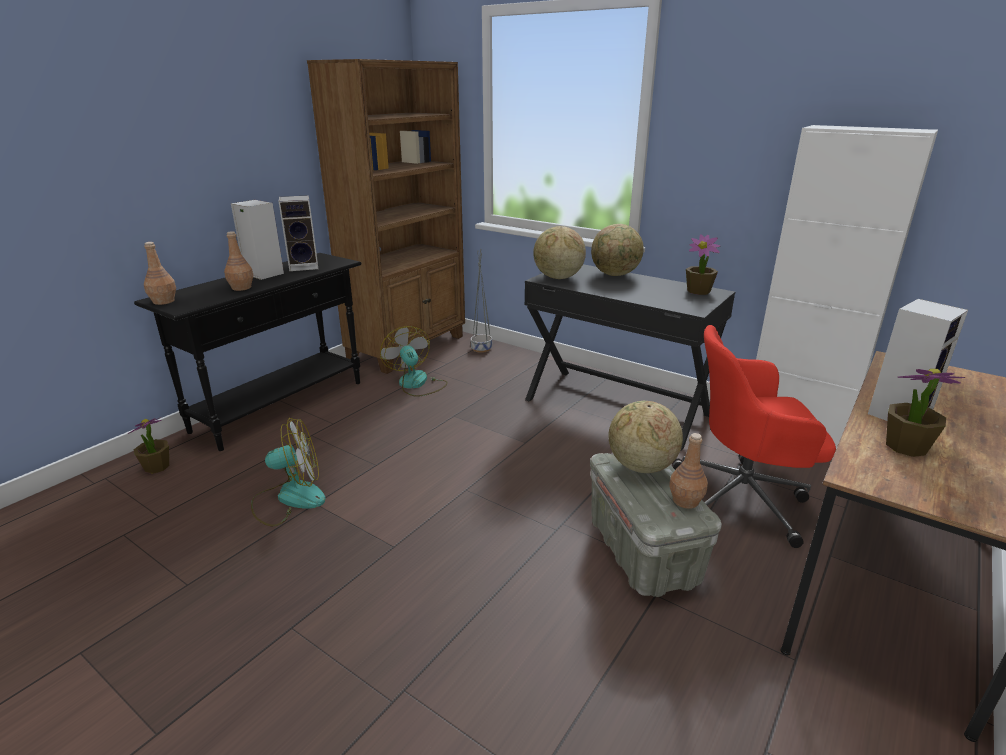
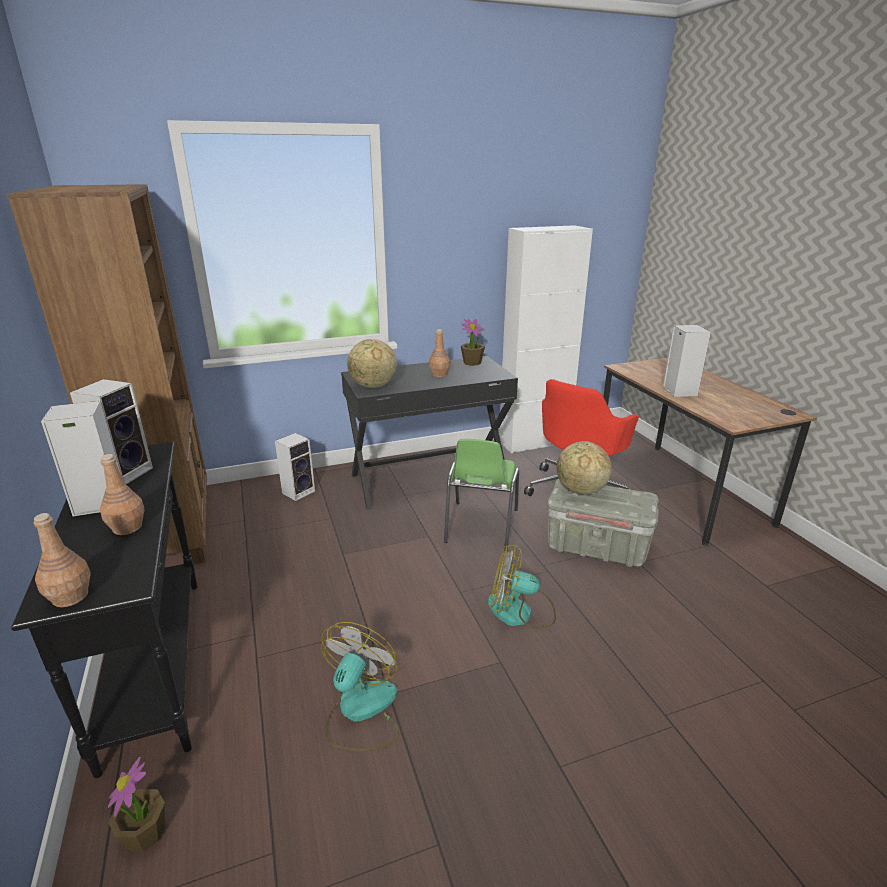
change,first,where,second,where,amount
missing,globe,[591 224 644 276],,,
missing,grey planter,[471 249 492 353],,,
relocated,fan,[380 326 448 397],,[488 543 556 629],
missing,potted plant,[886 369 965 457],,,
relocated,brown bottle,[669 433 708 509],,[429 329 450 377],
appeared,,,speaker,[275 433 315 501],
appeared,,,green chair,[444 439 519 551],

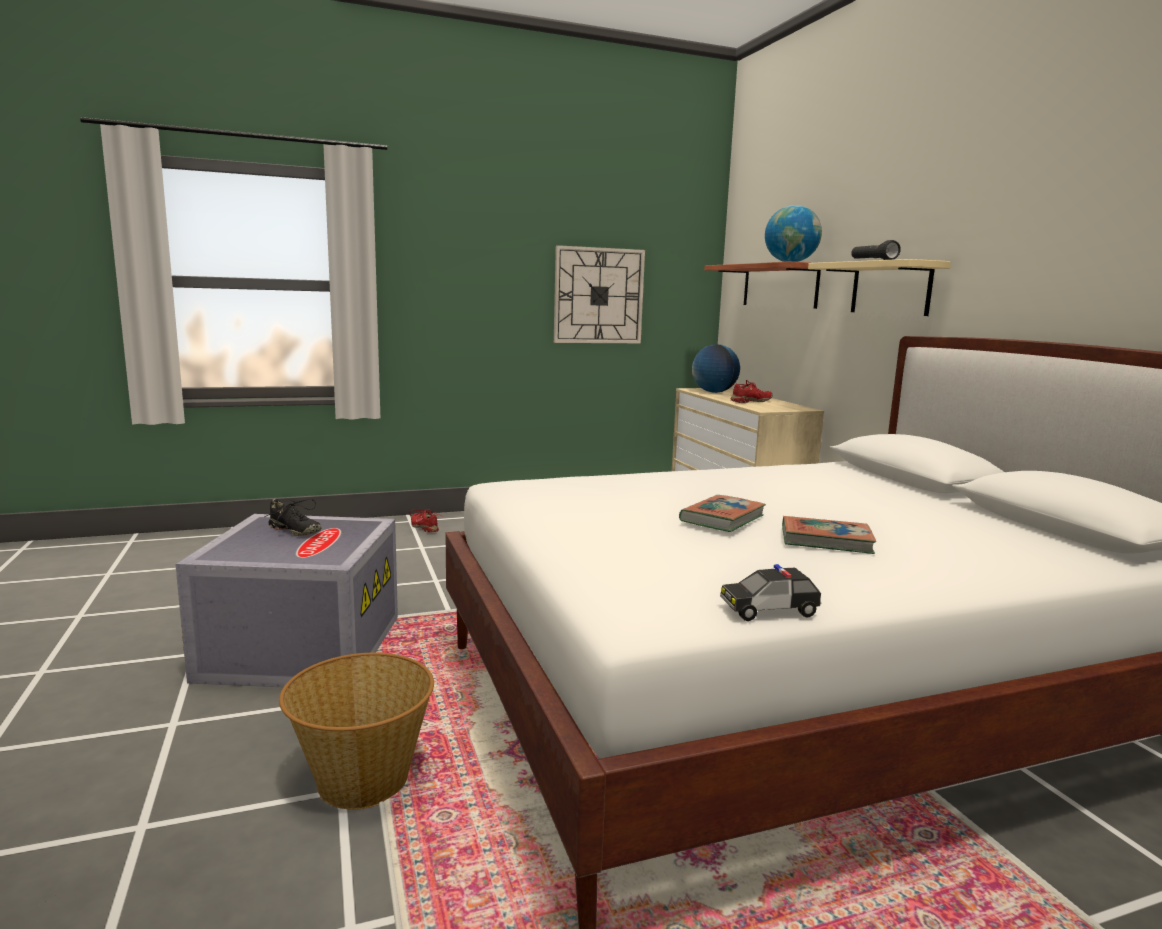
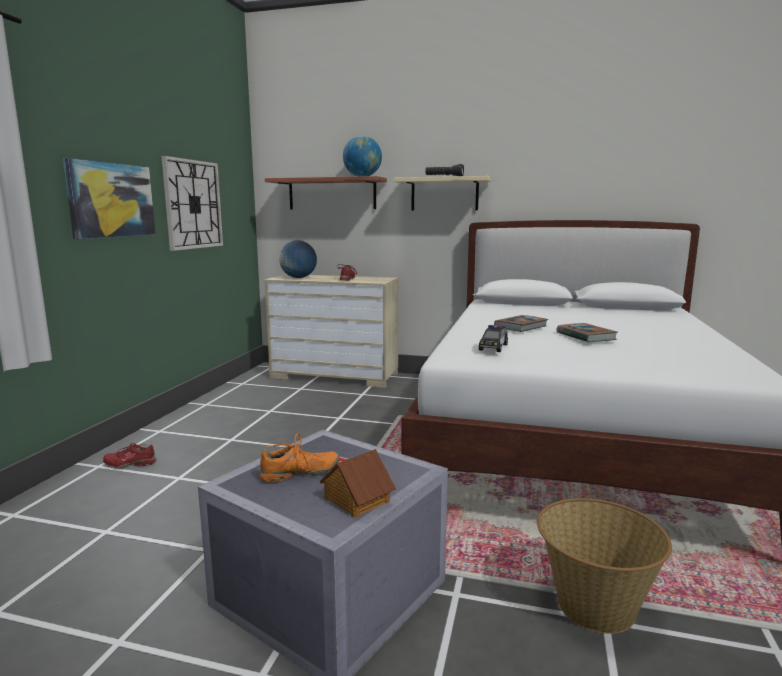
change,first,where,second,where,amount
colour,black shoe,[264 499 321 536],orange shoe,[258 434 340 483],
relocated,book,[782 516 876 554],,[494 315 548 332],
relocated,toy car,[720 564 822 621],,[479 325 508 352],
appeared,,,picture,[63 158 156 239],
appeared,,,toy house,[320 449 396 518],

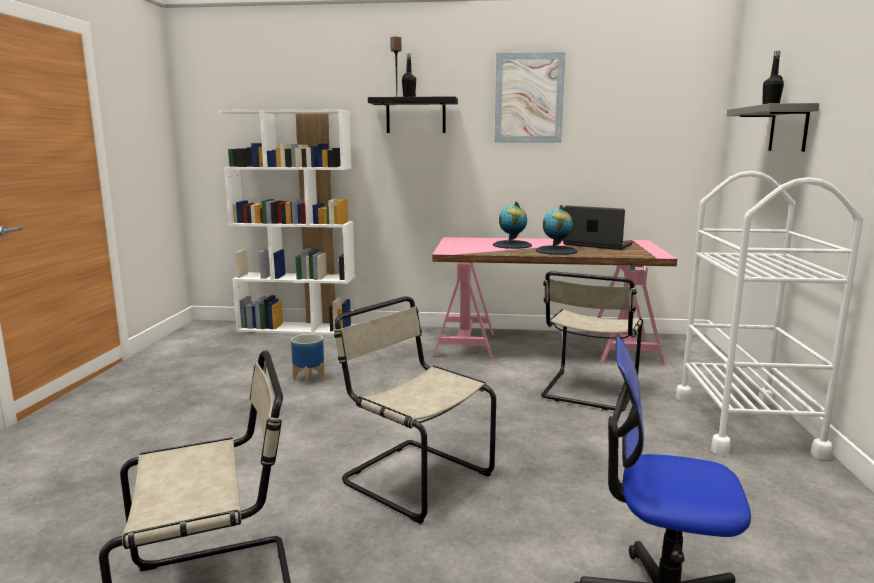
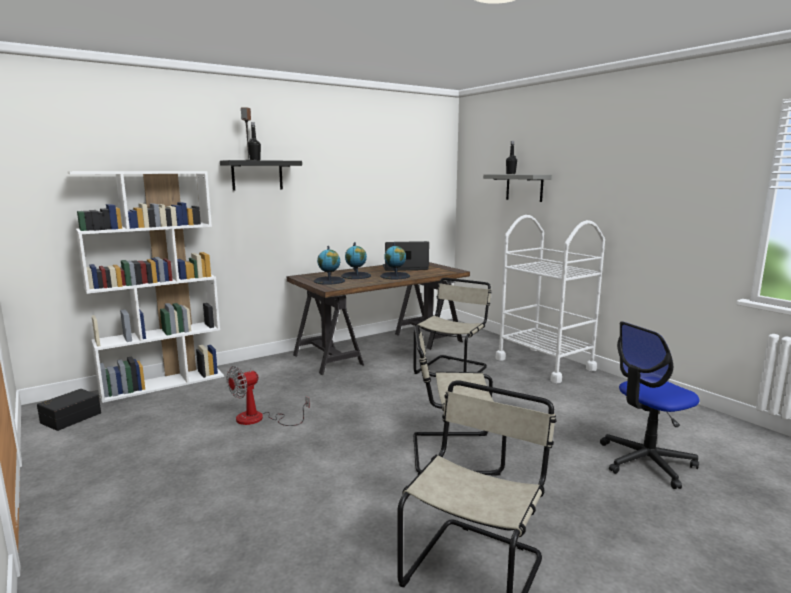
change,first,where,second,where,amount
missing,picture,[494 52 565 142],,,
colour,pink desk,[432 237 677 365],brown desk,[287 262 470 375],
spun,beige chair,[541 271 643 411],,[413 278 492 374],135 degrees counterclockwise
exchanged,planter,[291 334 325 385],fan,[226 366 310 426],
appeared,,,globe,[314 246 345 285],
appeared,,,black storage box,[37 389 101 431],

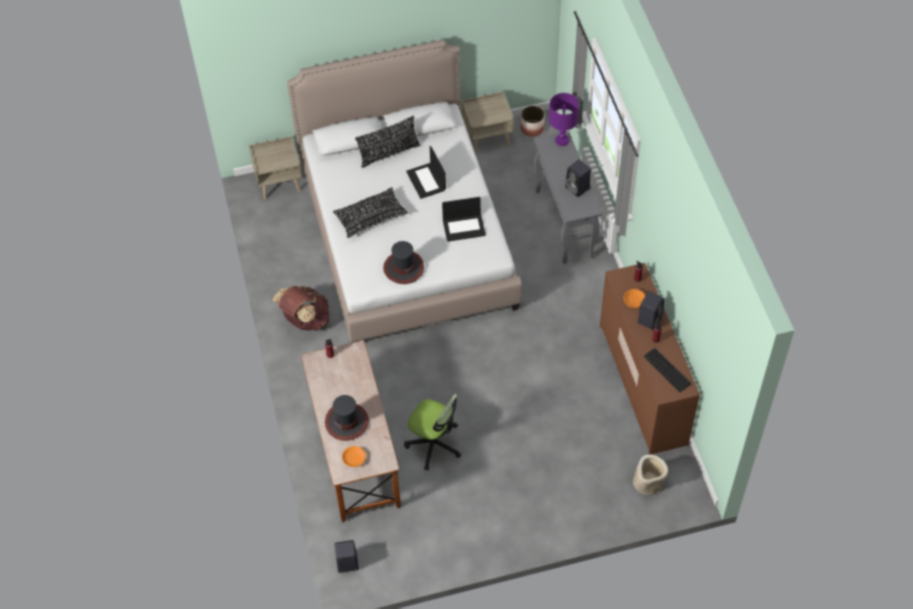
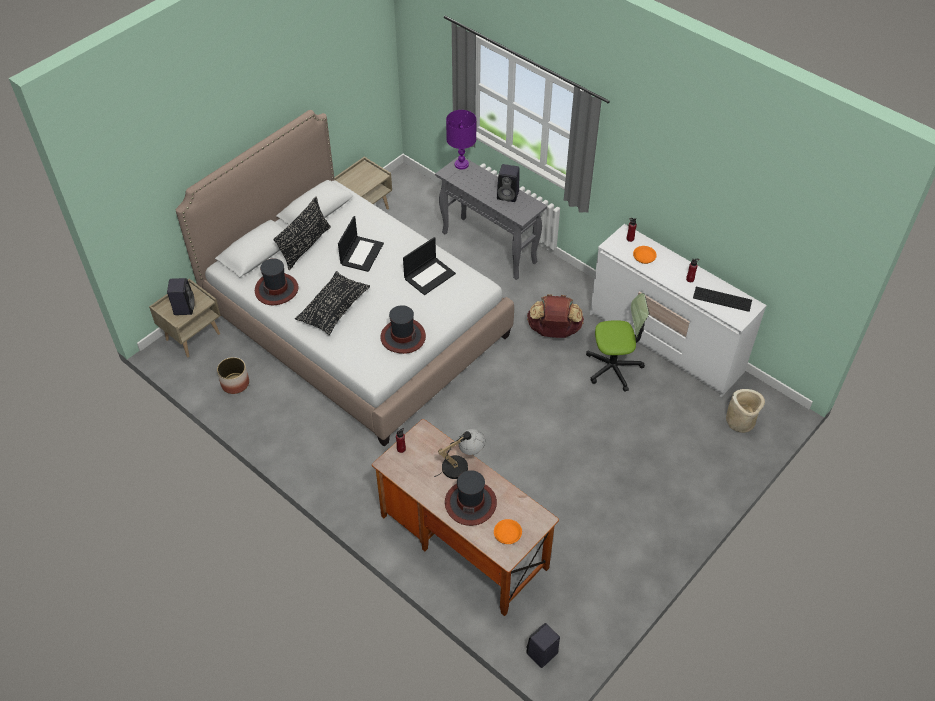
change,first,where,second,where,amount
relocated,planter,[521 106 545 137],,[217 357 249 394],
spun,laptop,[406 146 446 199],,[338 216 384 272],105 degrees counterclockwise
colour,brown dresser,[600 263 700 454],white dresser,[590 224 767 397],
relocated,brown backpack,[272 286 329 331],,[527 294 584 338],
relocated,black speaker,[638 291 664 330],,[167 278 195 315],
relocated,office chair,[404 394 461 470],,[586 293 649 392],
appeared,,,hat,[255 259 299 305],
appeared,,,table lamp,[434 429 485 479],

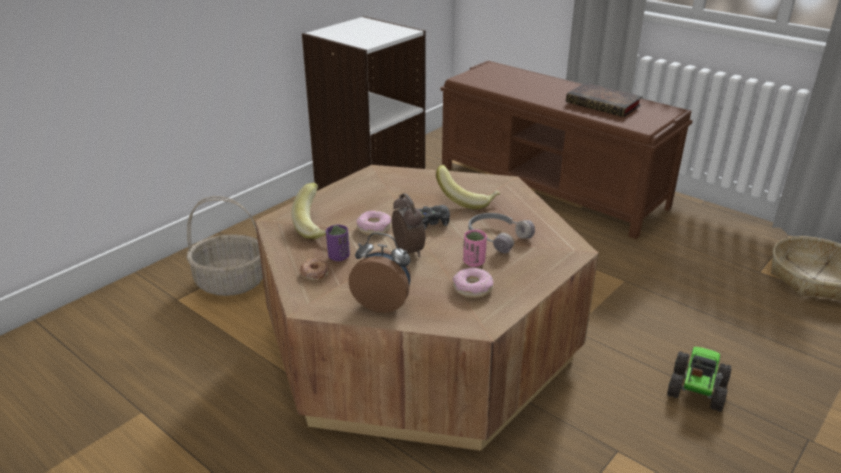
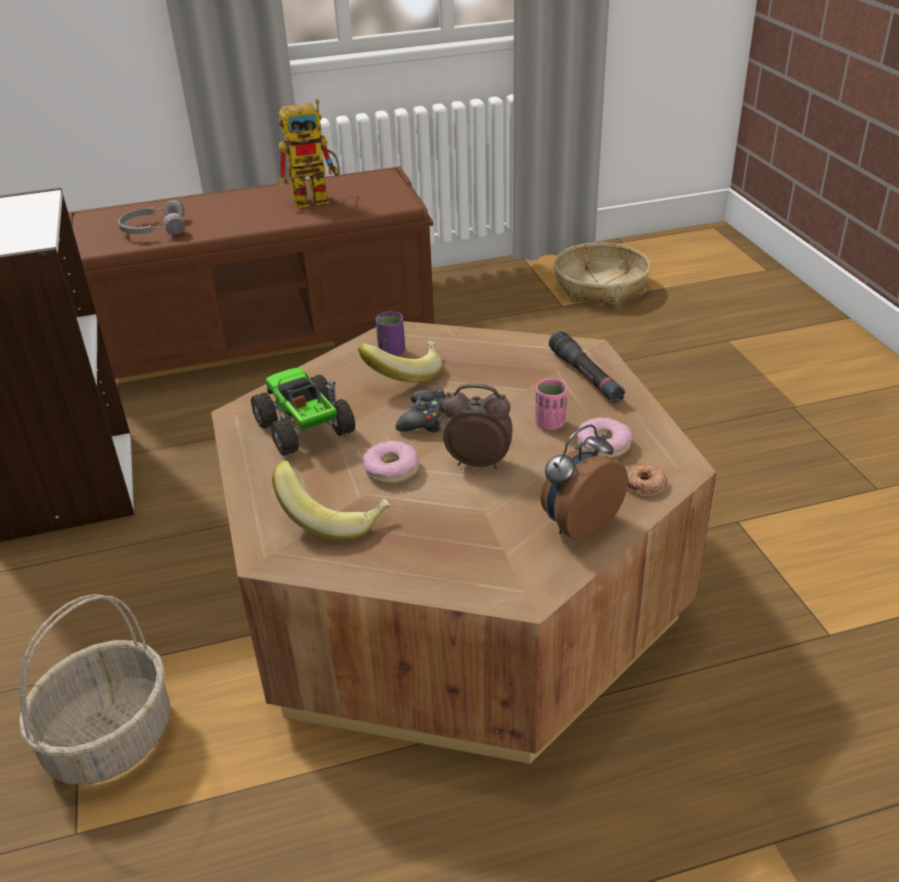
change,first,where,second,where,amount
exchanged,book,[566 83 643 117],toy robot,[279 99 340 208],
relocated,grey headphones,[468 213 535 253],,[118 200 185 235],
relocated,purple cup,[326 225 350 261],,[376 312 405 356],
relocated,donut,[300 258 329 280],,[626 464 668 496],
relocated,toy truck,[667 347 731 412],,[251 368 355 456],
appeared,,,black flashlight,[549 331 625 403],

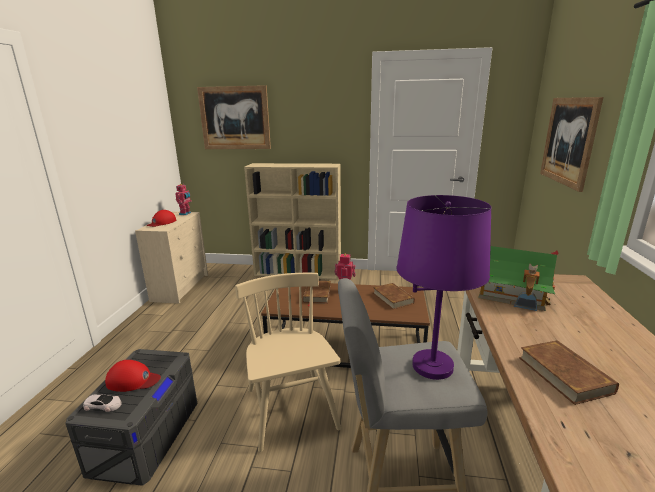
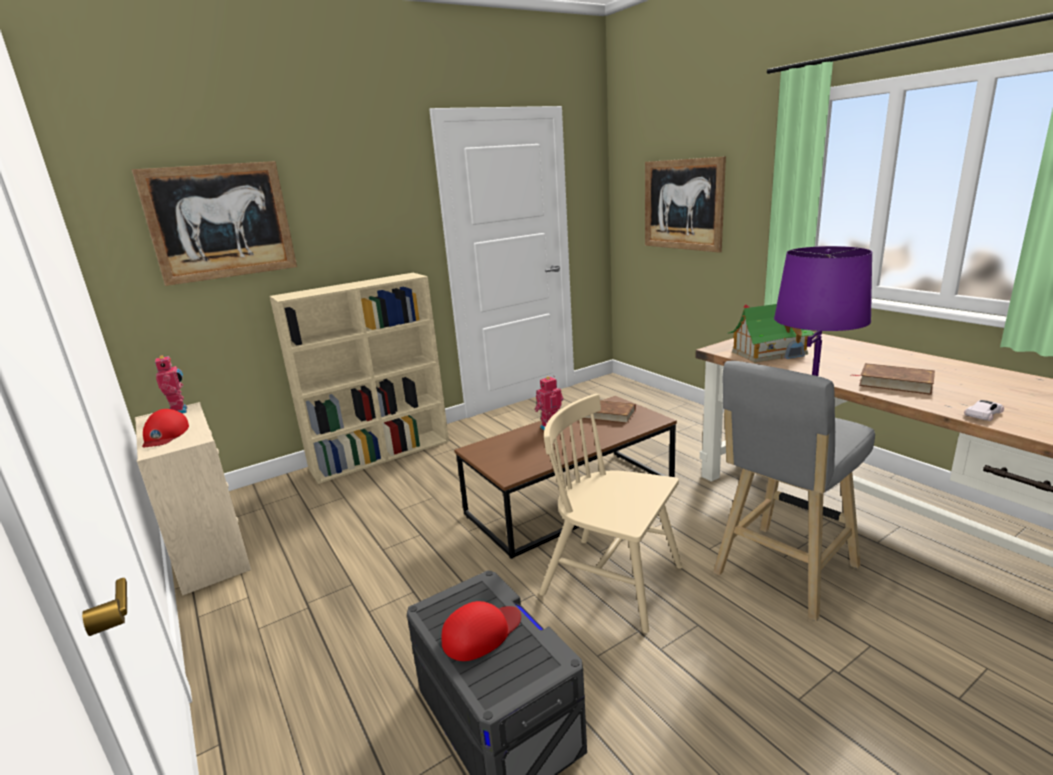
change,first,where,second,where,amount
missing,brown book,[303 281 331 306],,,
relocated,white toy car,[83 394 122 412],,[964 400 1004 421],

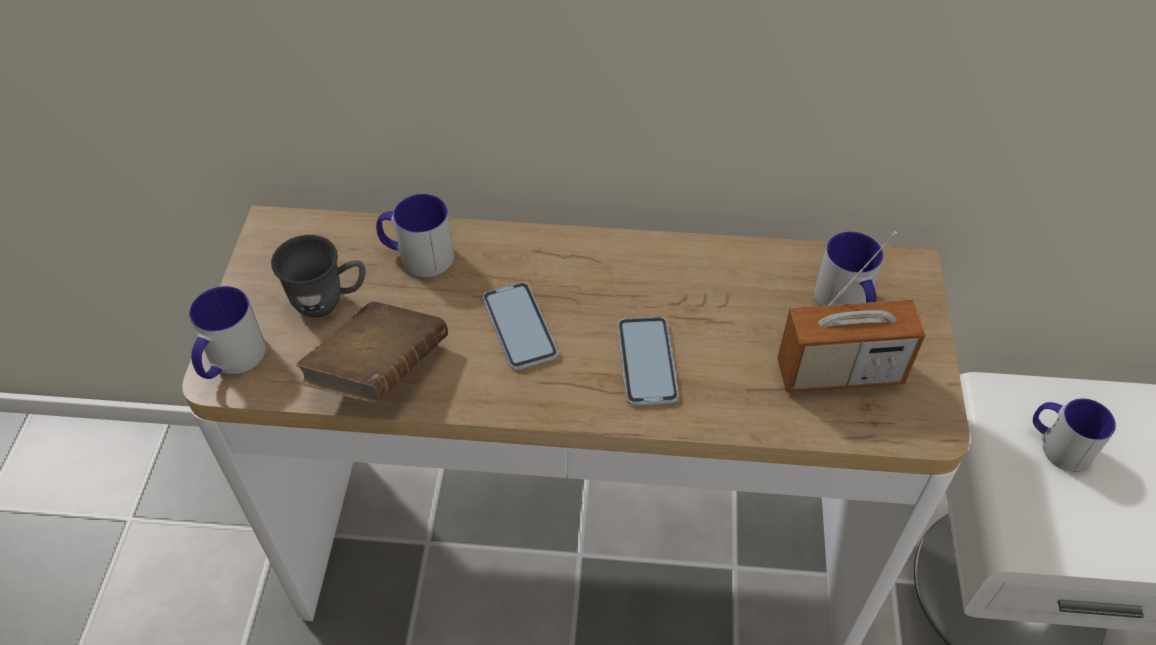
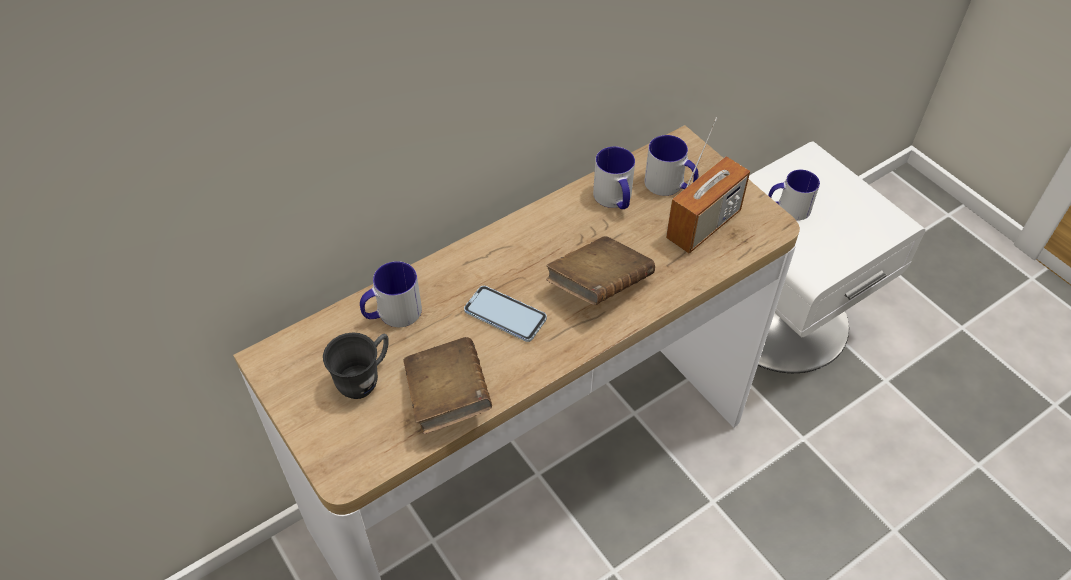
change,first,where,second,where,amount
relocated,mug,[189 286 266 379],,[593 146 635 209],
exchanged,phone,[618 317 678 406],brown book,[546 236 655 305],

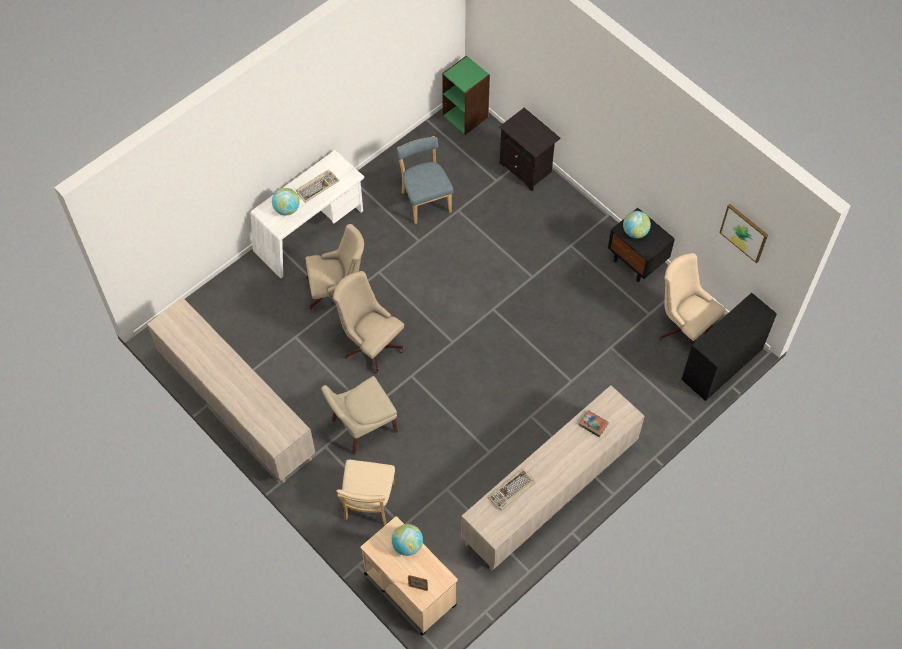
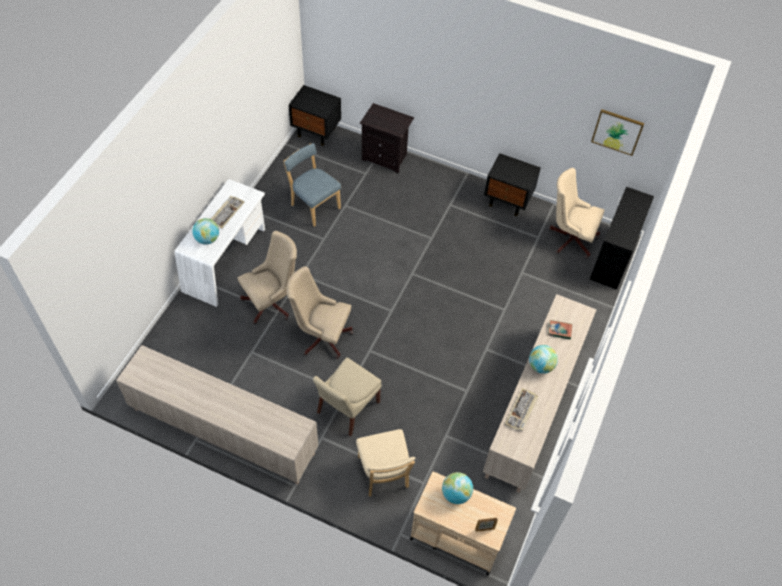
change,first,where,second,where,amount
exchanged,green bookcase,[442 55 490 135],black nightstand,[289 85 341 146],
relocated,globe,[623 211 651 238],,[529 345 558 374],

